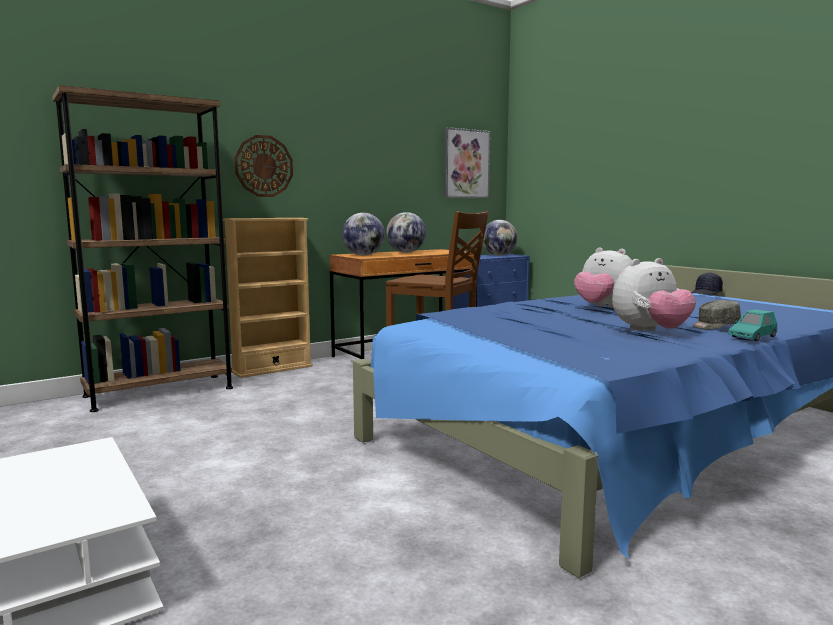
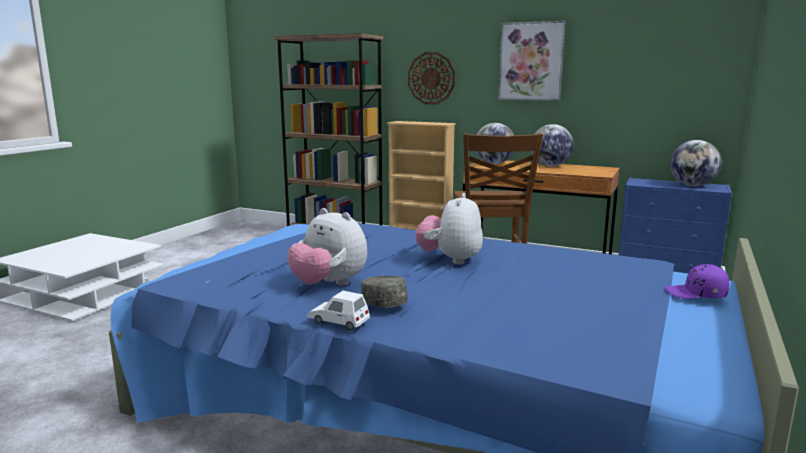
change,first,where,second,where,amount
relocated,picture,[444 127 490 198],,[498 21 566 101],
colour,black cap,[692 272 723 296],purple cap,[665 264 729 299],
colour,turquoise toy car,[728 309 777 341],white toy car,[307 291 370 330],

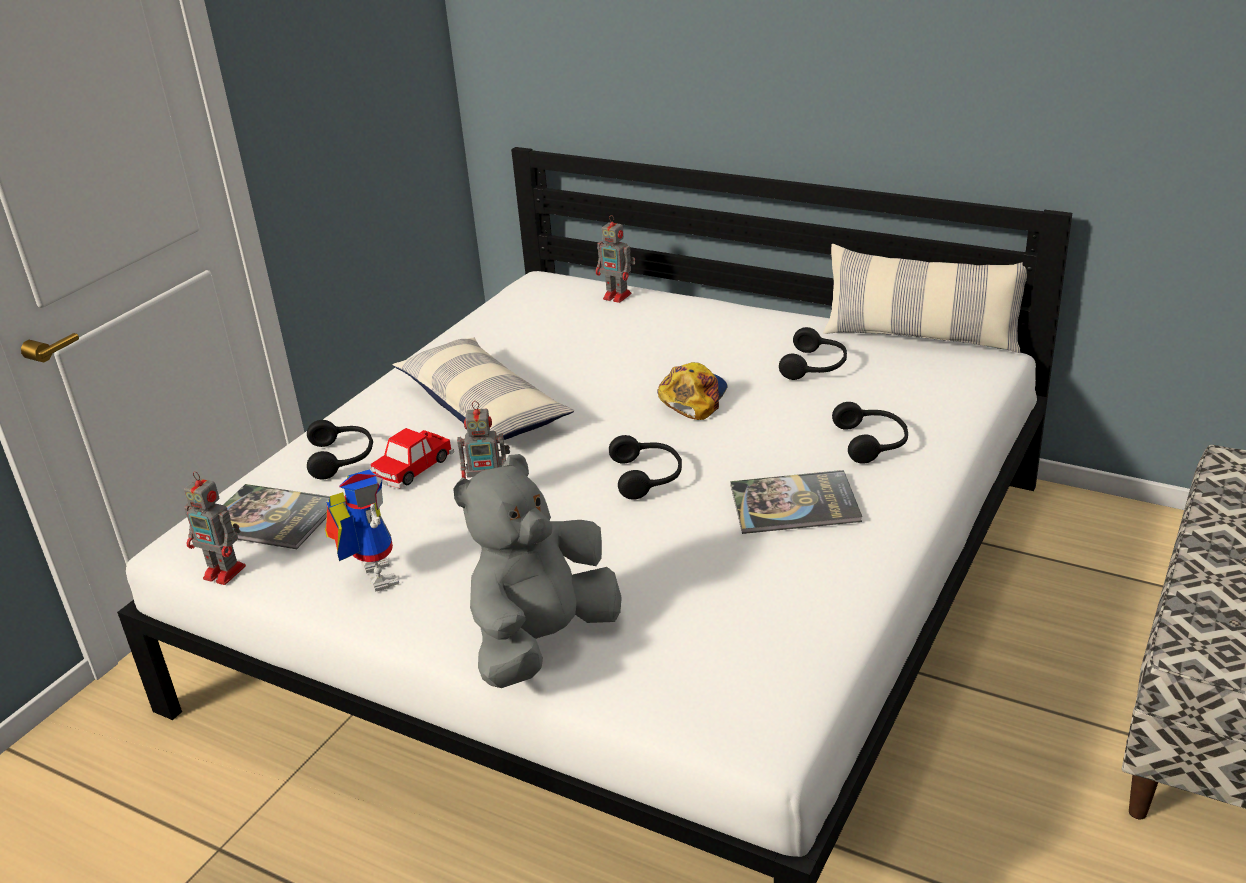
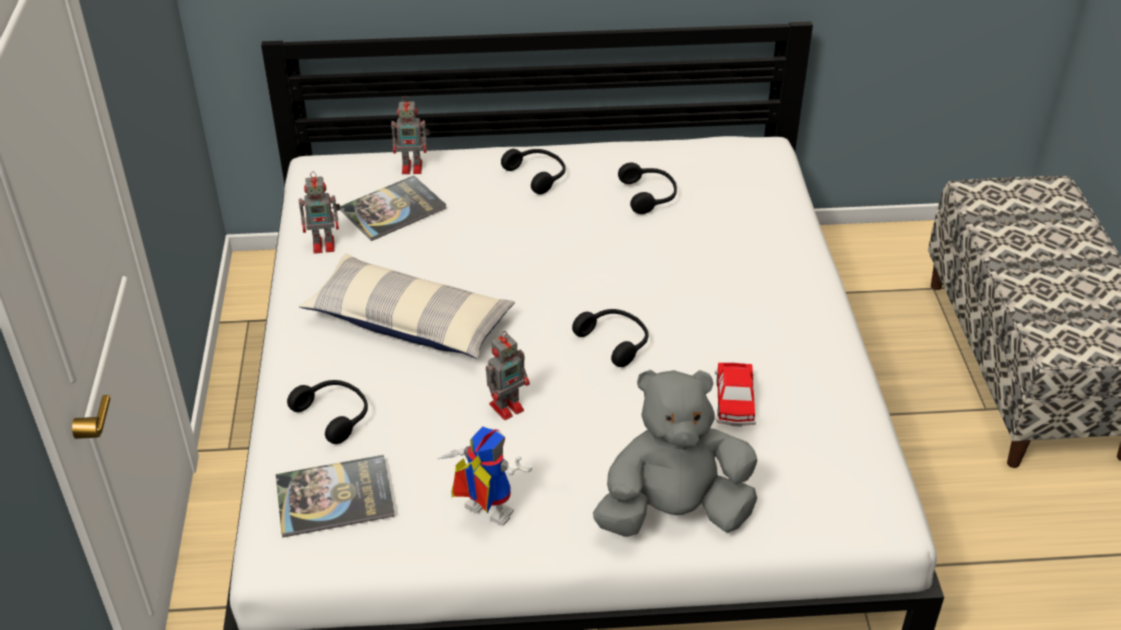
change,first,where,second,where,amount
missing,pillow,[823 244 1027 353],,,
missing,cap,[657 362 728 420],,,
relocated,black headphones,[832 402 908 464],,[501 149 566 194],
relocated,toy car,[371 428 454 488],,[715 363 756 427],
spun,grey plush toy,[453 454 622 688],,[593 370 757 537],75 degrees clockwise
relocated,book,[730 470 862 534],,[340 175 446 241],
relocated,toy robot,[184 471 246 585],,[299 172 340 254],

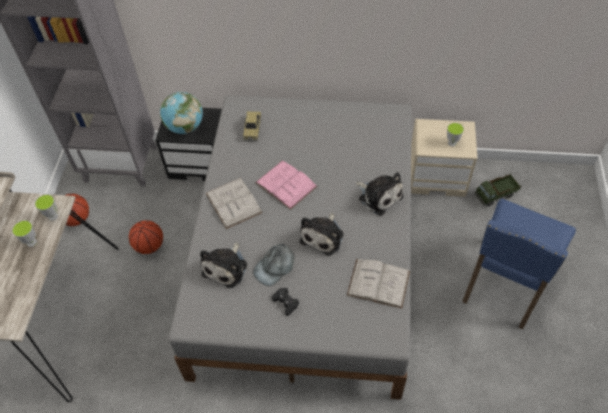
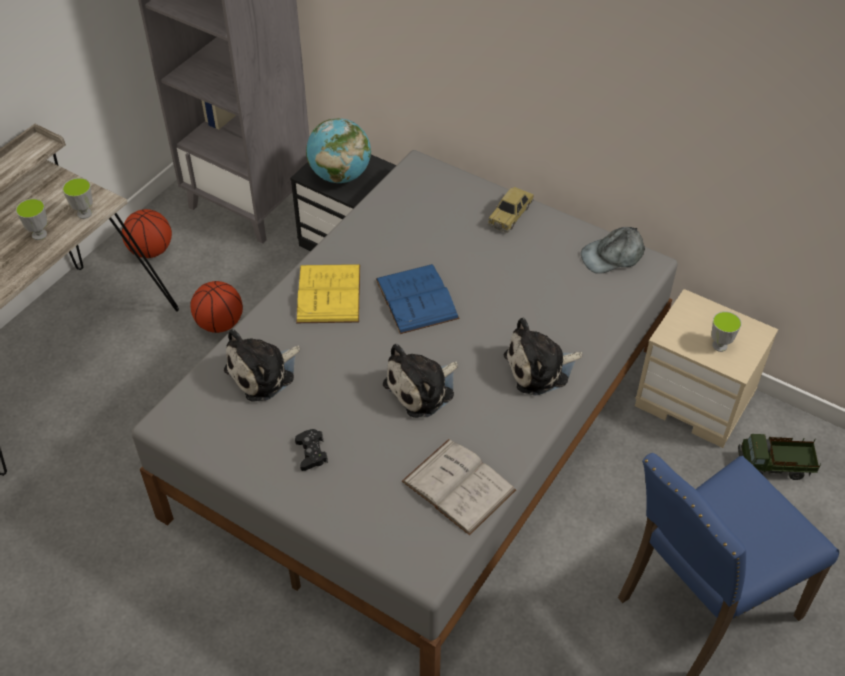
change,first,where,second,where,amount
relocated,toy car,[243 111 261 141],,[488 187 534 233],
colour,pink book,[255 160 318 210],blue book,[376 264 460 334],
spun,plush toy,[355 172 404 216],,[504 318 583 396],90 degrees clockwise
colour,white book,[206 178 263 229],yellow book,[296 264 360 323],
relocated,grey cap,[253 244 294 286],,[581 227 645 274],

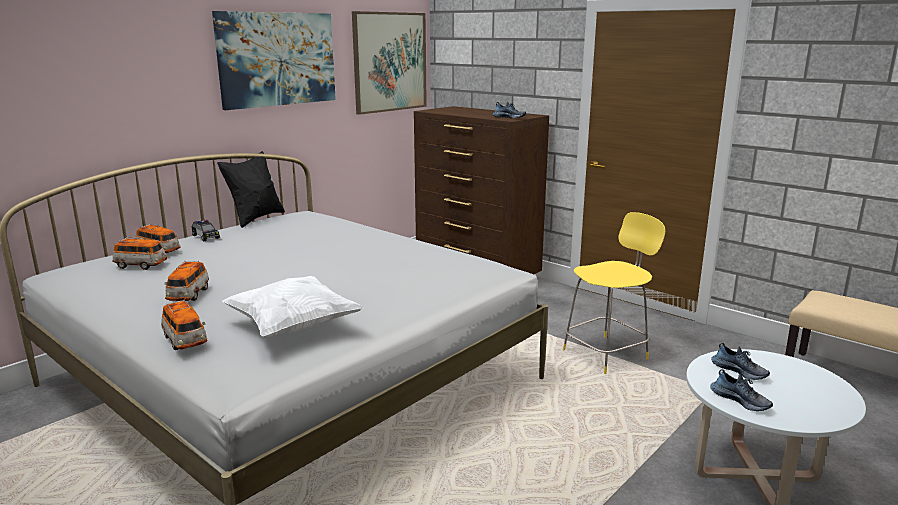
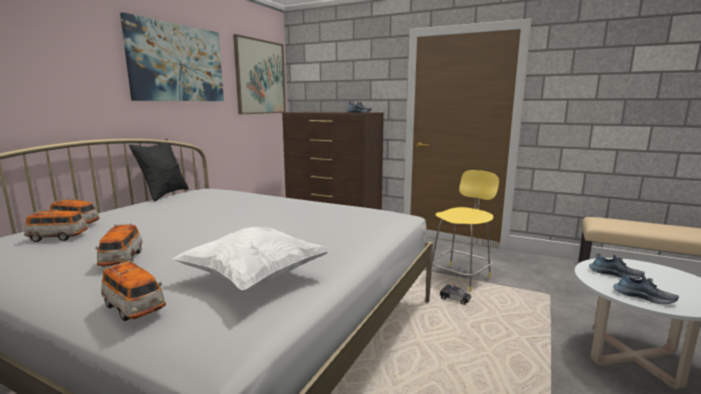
change,first,where,second,where,amount
relocated,toy car,[192 220 220 241],,[439 284 471 305],

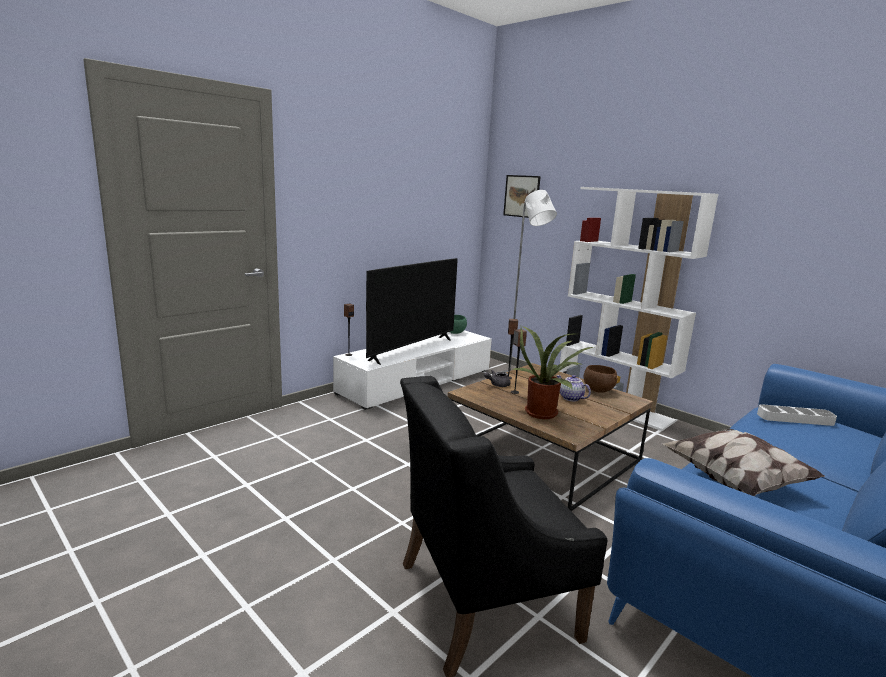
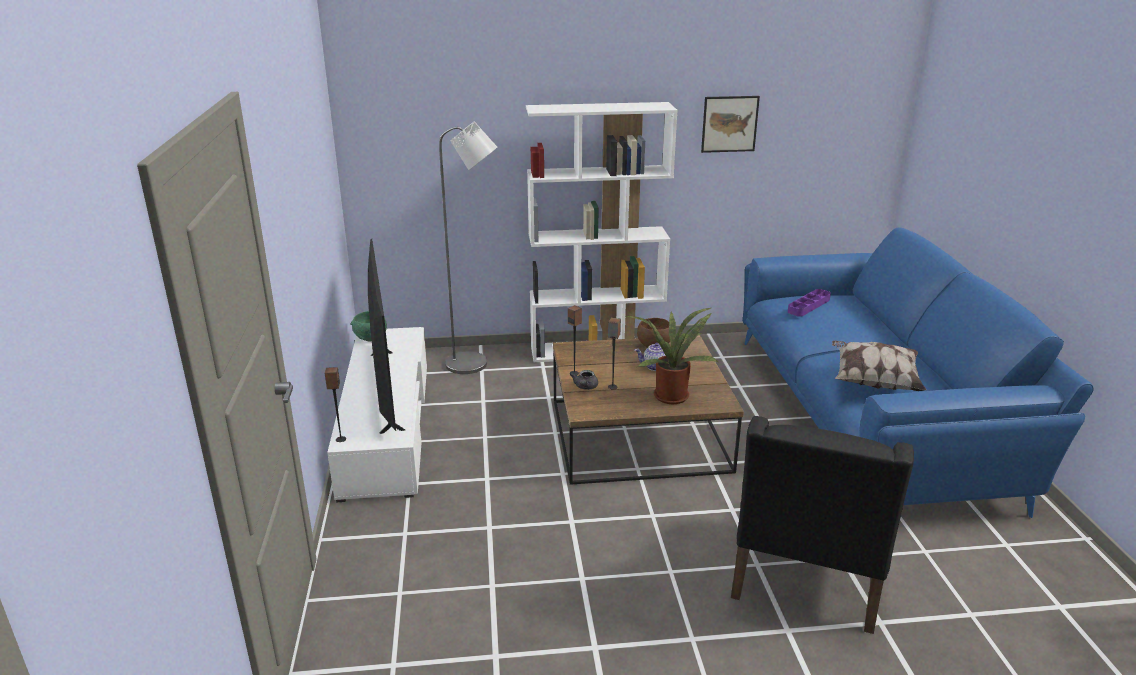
change,first,where,second,where,amount
relocated,picture,[503 175 541 218],,[701 96 760 153],
colour,grey tray,[757 404 837 426],purple tray,[788 289 831 317],

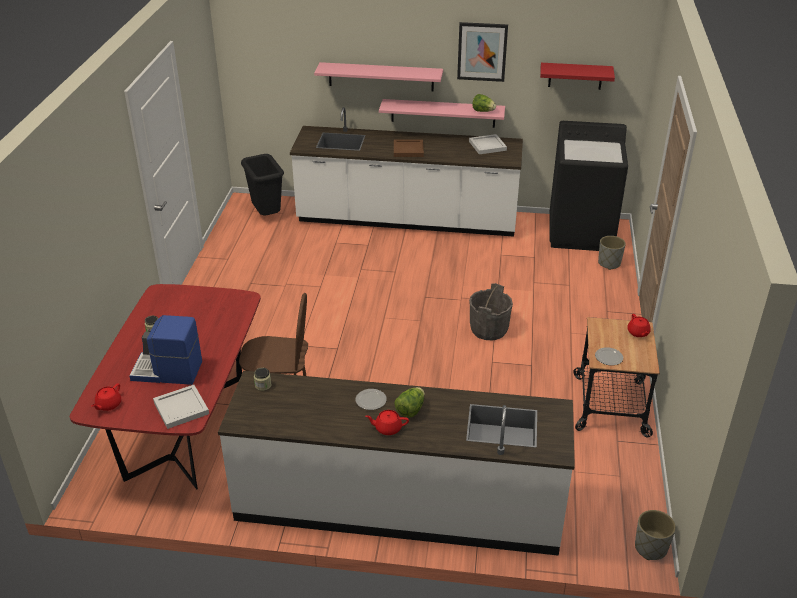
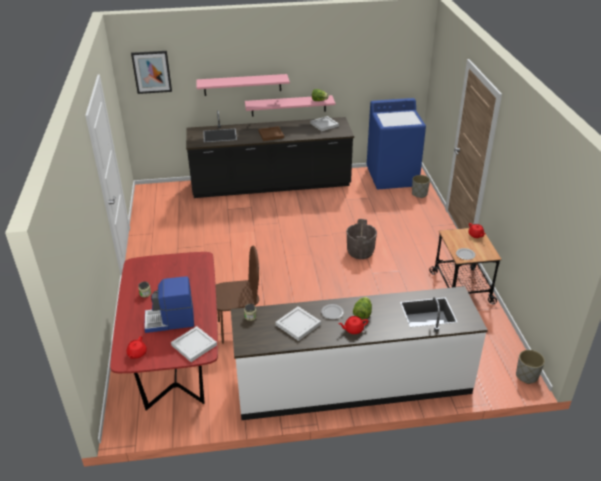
change,first,where,second,where,amount
relocated,picture,[457 22 508 82],,[131 51 172 94],
missing,red shelf,[540 63 615 90],,,
colour,white counter,[290 107 523 237],black counter,[186 110 354 198],
colour,black washing machine,[549 121 628 251],blue washing machine,[367 98 426 189],
missing,black trash can,[241 154 284 215],,,
appeared,,,white tray,[276 306 321 341],

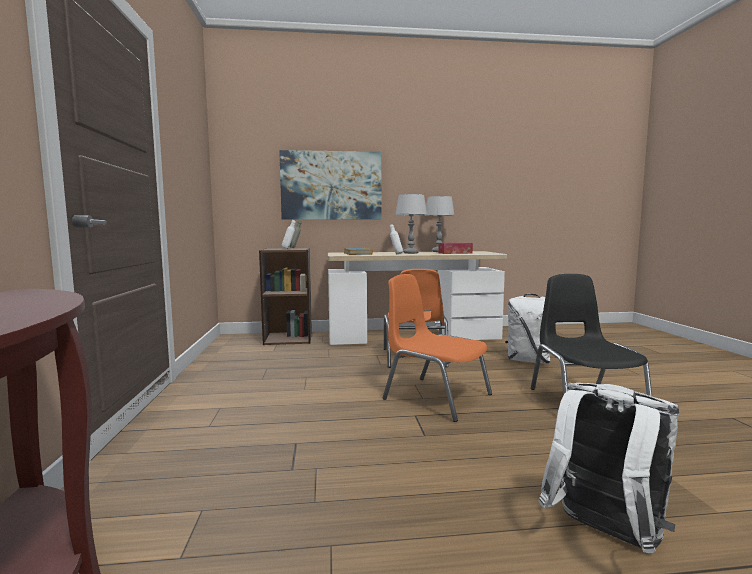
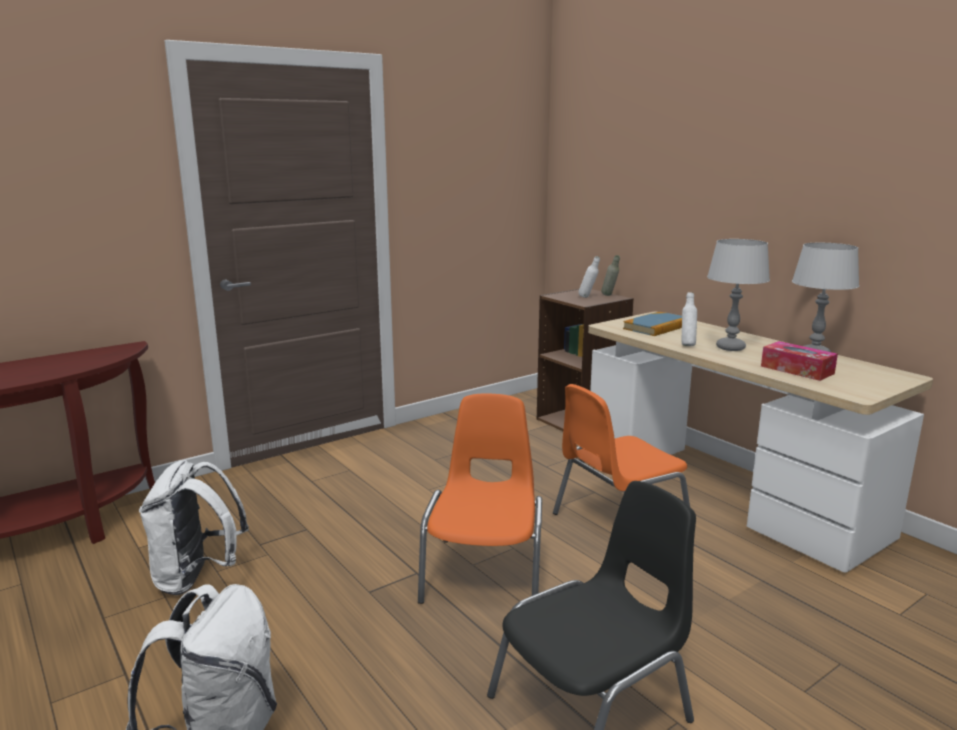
change,first,where,second,where,amount
missing,picture,[279 150 381 220],,,
relocated,white backpack,[505 293 550 363],,[139 460 249 595],

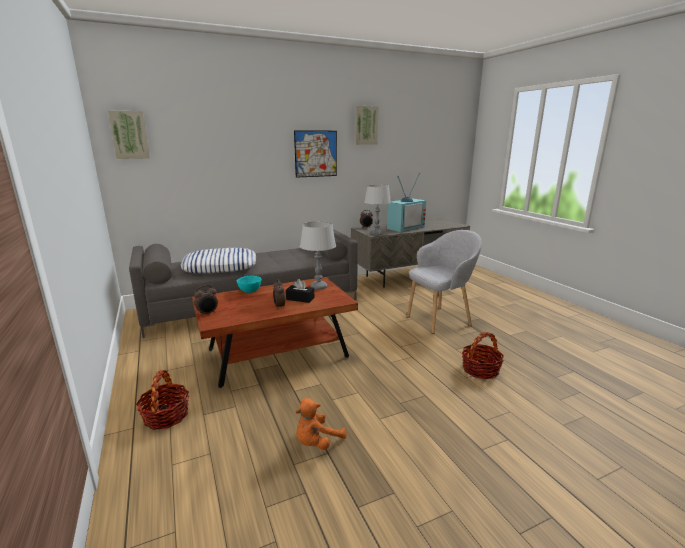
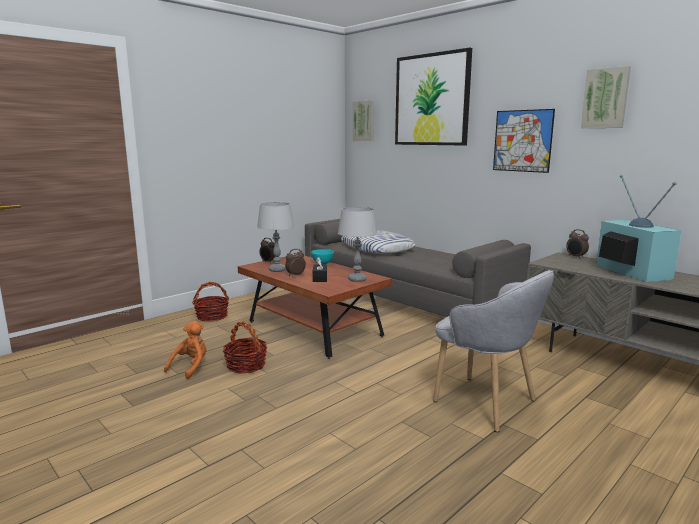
change,first,where,second,where,amount
spun,television,[387 172 426 232],,[596 175 681 282],135 degrees counterclockwise
relocated,grey table lamp,[364 185 391 235],,[257 202 295 272],
relocated,basket,[462 332 504 379],,[223 322 267 373],
spun,orange plush toy,[296 398 347 450],,[164 321 206 379],90 degrees clockwise
appeared,,,picture,[395 48 472 146],

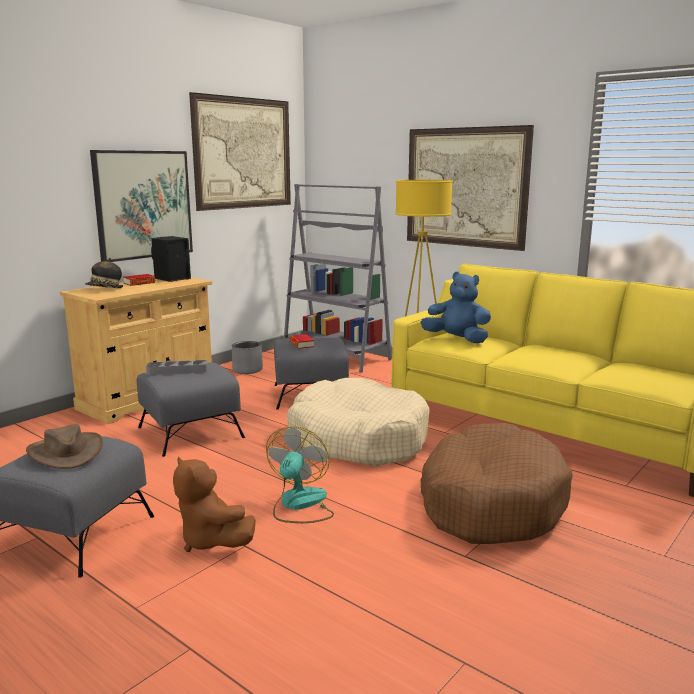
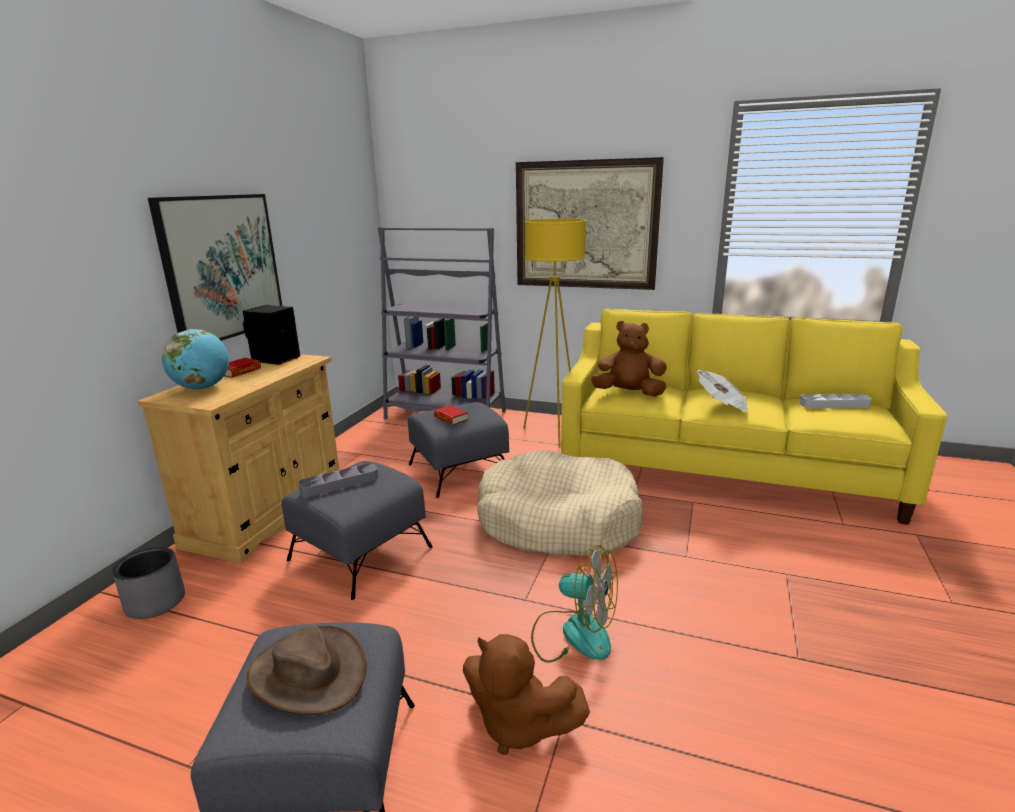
change,first,where,second,where,amount
missing,picture,[189 92 291 211],,,
exchanged,hat,[86 258 123 288],globe,[162 329 229 390],
colour,blue plush toy,[421 272 491 343],brown plush toy,[591 321 667 397],
relocated,grey planter,[232 341 263 374],,[112 547 185 619],
missing,brown dog bed,[421 423 573 544],,,
spun,fan,[266 426 334 523],,[531 545 618 663],120 degrees clockwise
appeared,,,newspaper,[697 370 748 412],
appeared,,,grey tray,[800 394 872 409],

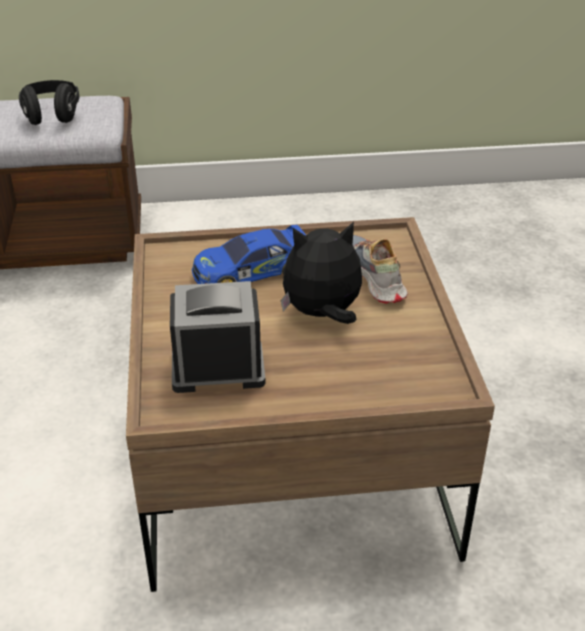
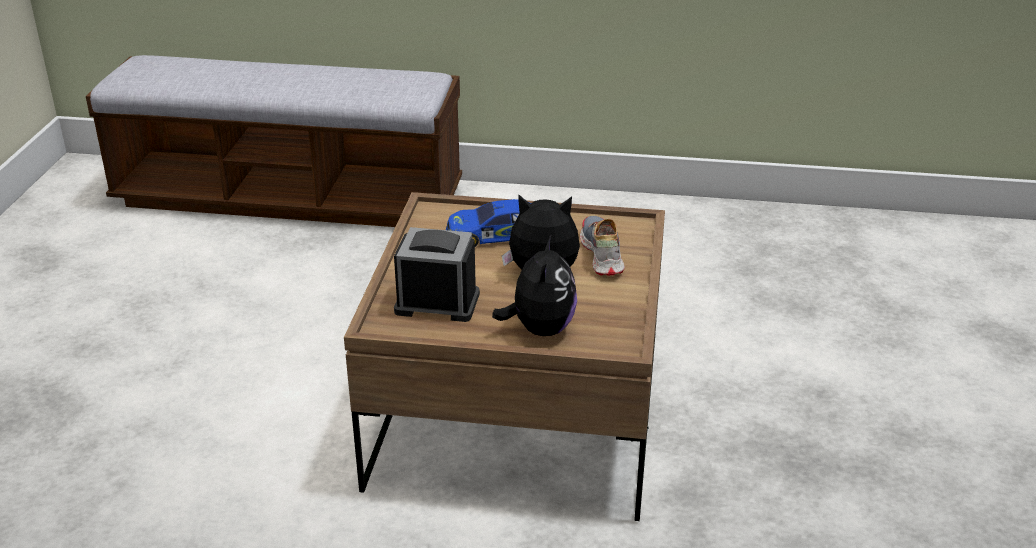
change,first,where,second,where,amount
missing,black headphones,[19 80 79 125],,,
appeared,,,plush toy,[492 234 577 336],

